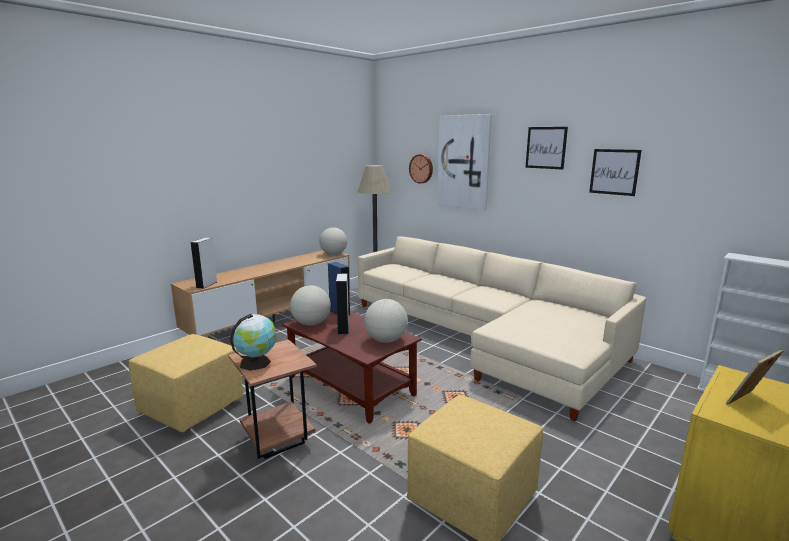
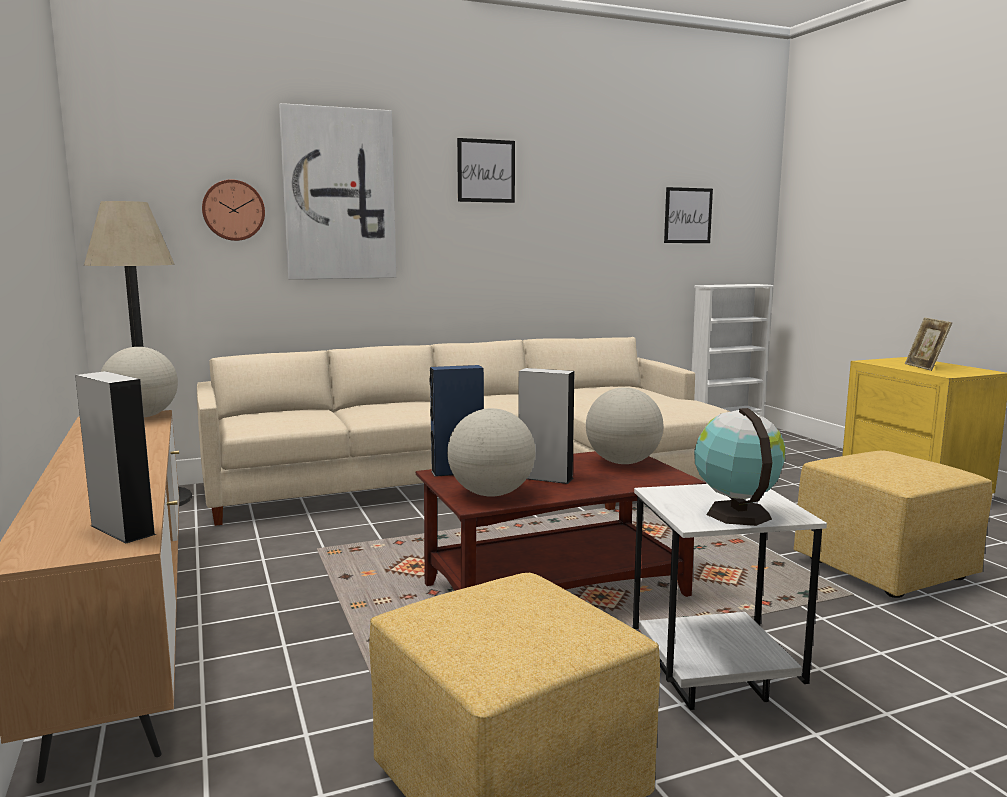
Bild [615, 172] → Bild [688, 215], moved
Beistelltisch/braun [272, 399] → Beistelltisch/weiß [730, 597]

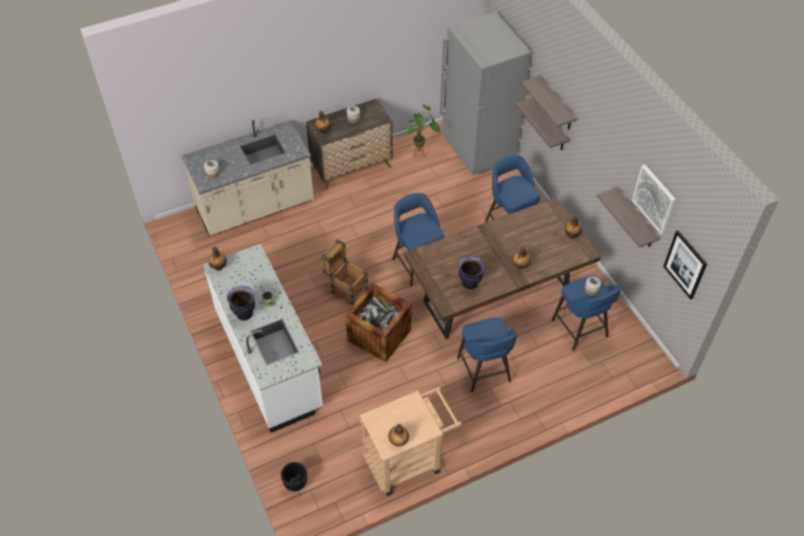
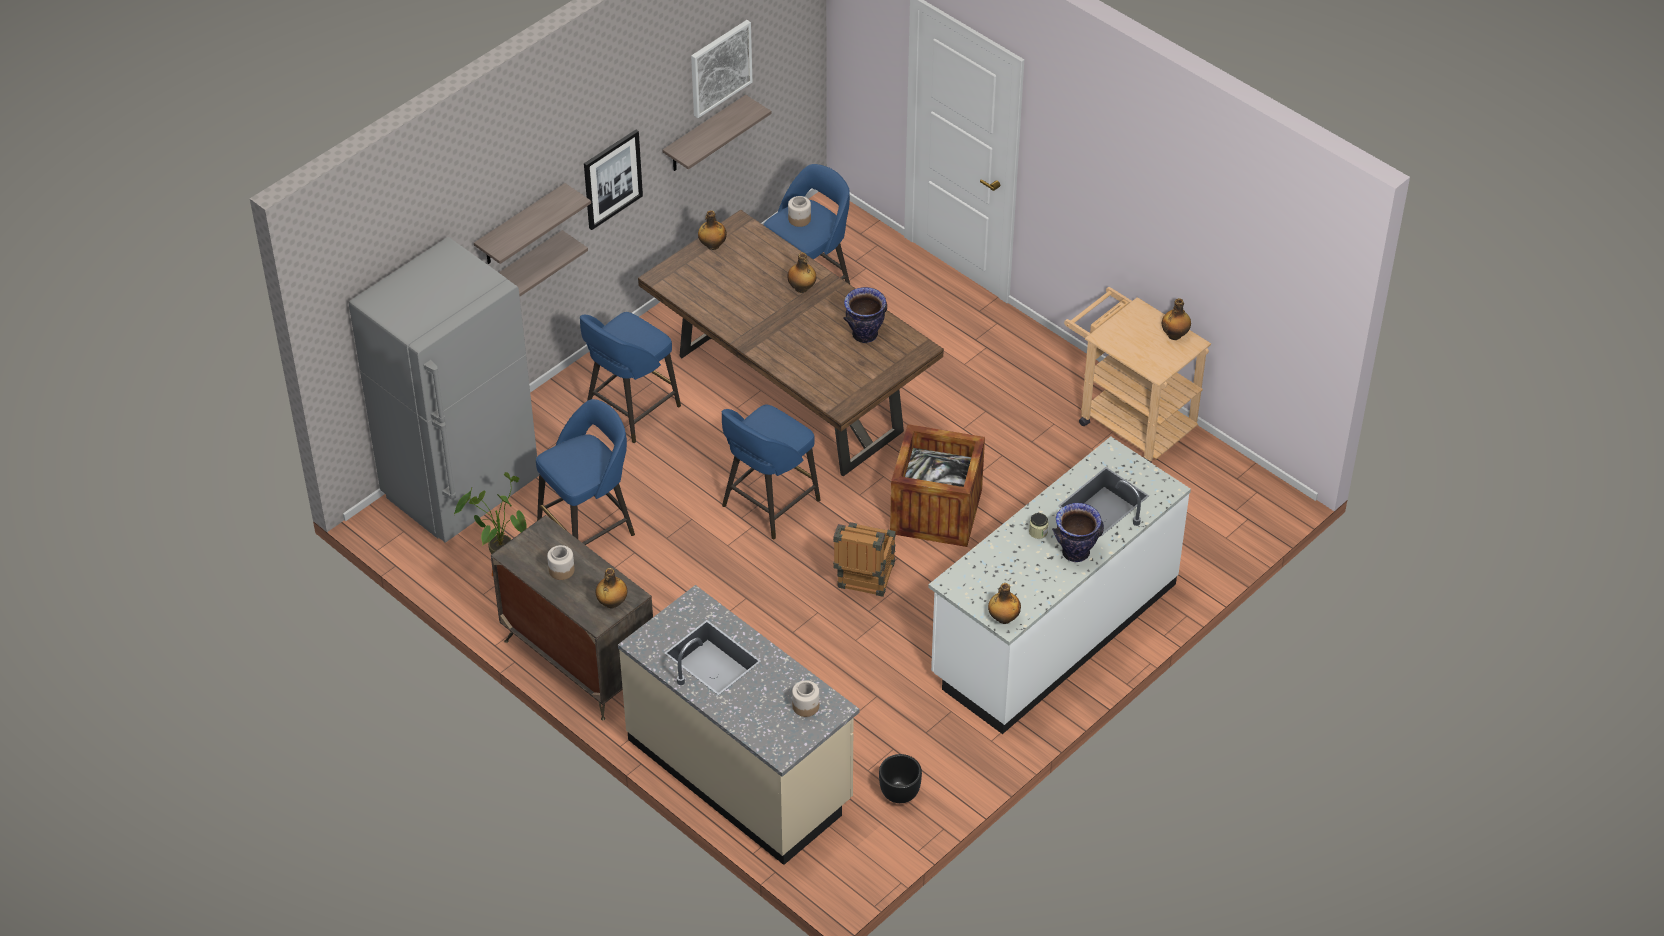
Bild [685, 265] → Bild [613, 180], moved
Hocker/blau [487, 355] → Hocker/blau [585, 472], moved
Pflanzkübel/schwarz [294, 476] → Pflanzkübel/schwarz [900, 778], moved

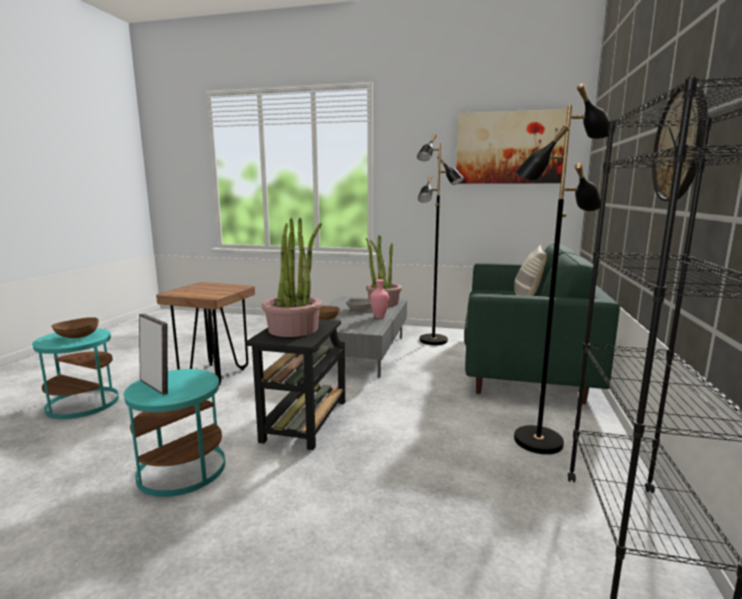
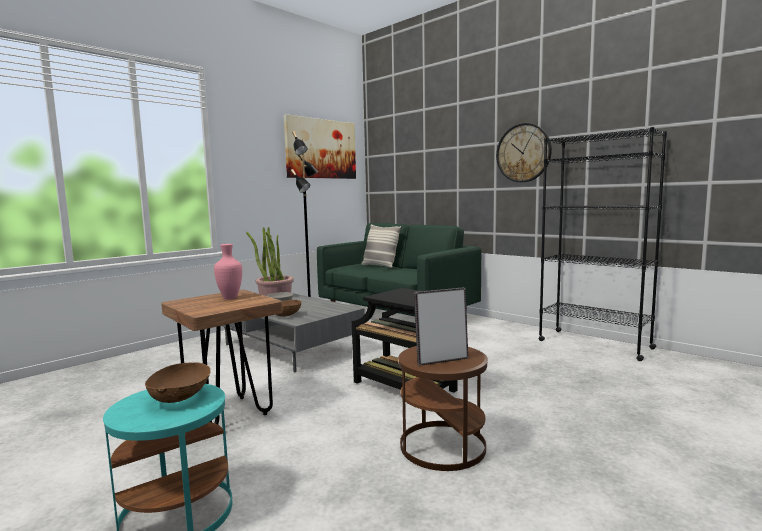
Stehlampe/schwarz [562, 268] → -
Topfpflanze [292, 277] → -
Vase/rosa [379, 298] → Vase/rosa [228, 271], moved
Beistelltisch/türkis [174, 433] → Beistelltisch/braun [443, 408]

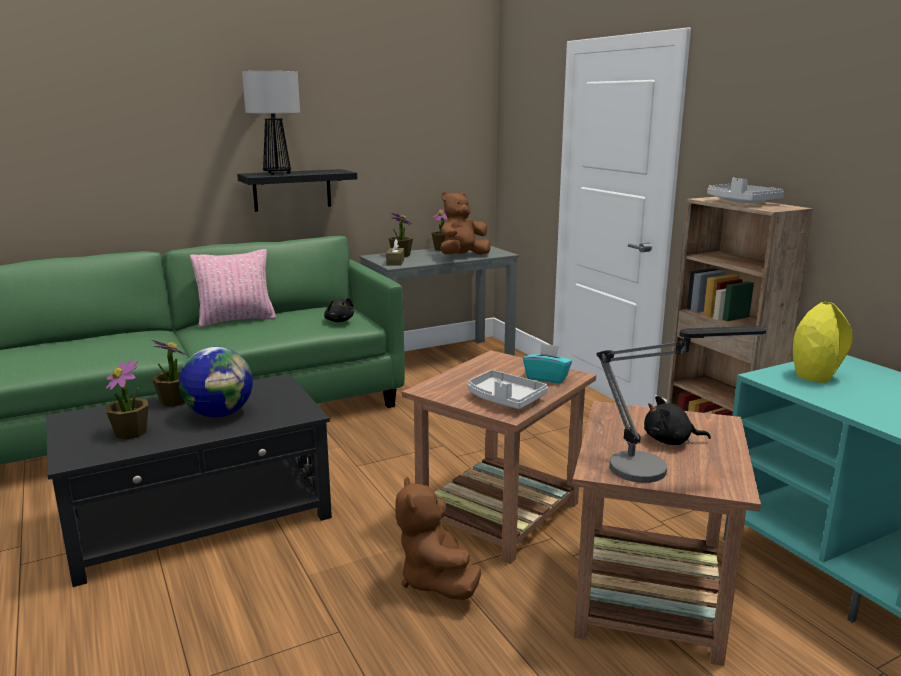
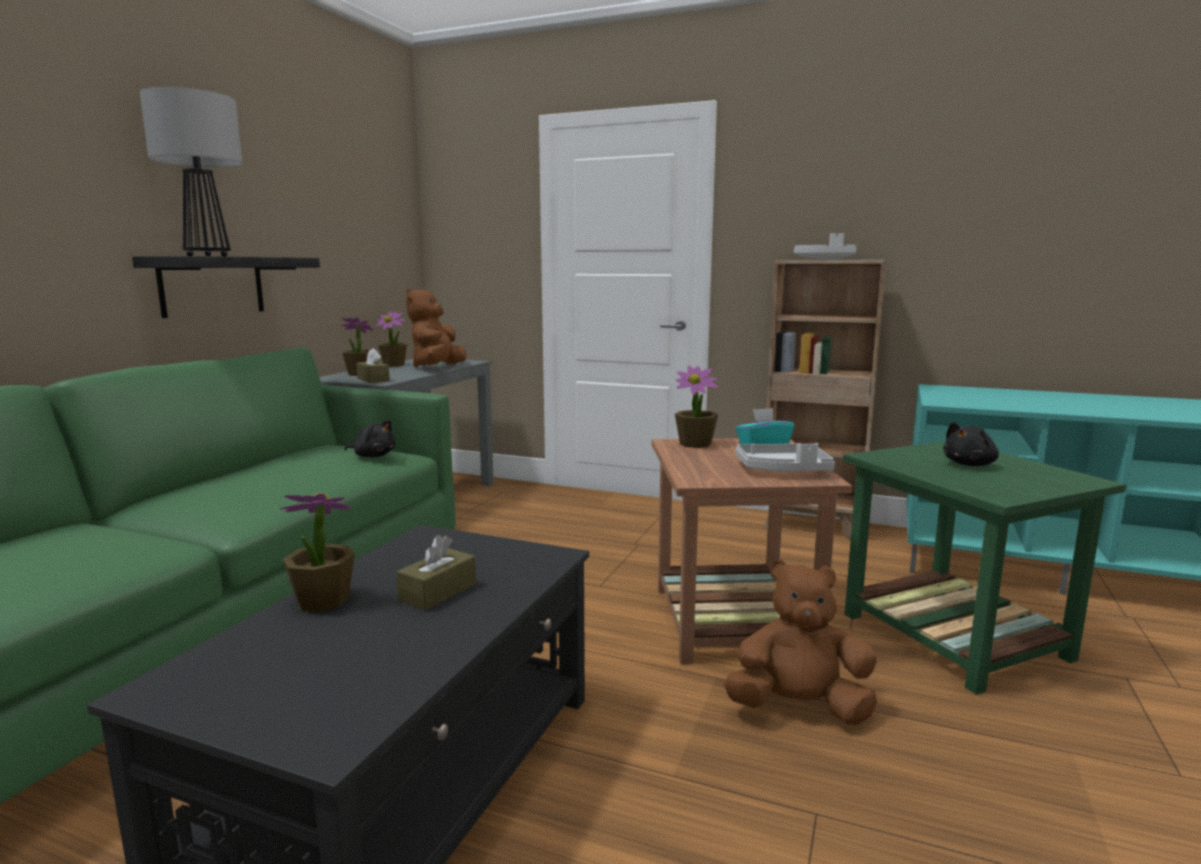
Kissen/rosa [233, 288] → -
Vase/gelb [823, 342] → -
Tischlampe [681, 404] → -
Globus [216, 382] → Taschentuchbox/braun [436, 572]
Topfpflanze [127, 399] → Topfpflanze [696, 407], moved
Beistelltisch/braun [666, 533] → Beistelltisch/grün [984, 568]
Plüschtier/braun [438, 538] → Plüschtier/braun [800, 642], 150 degrees clockwise

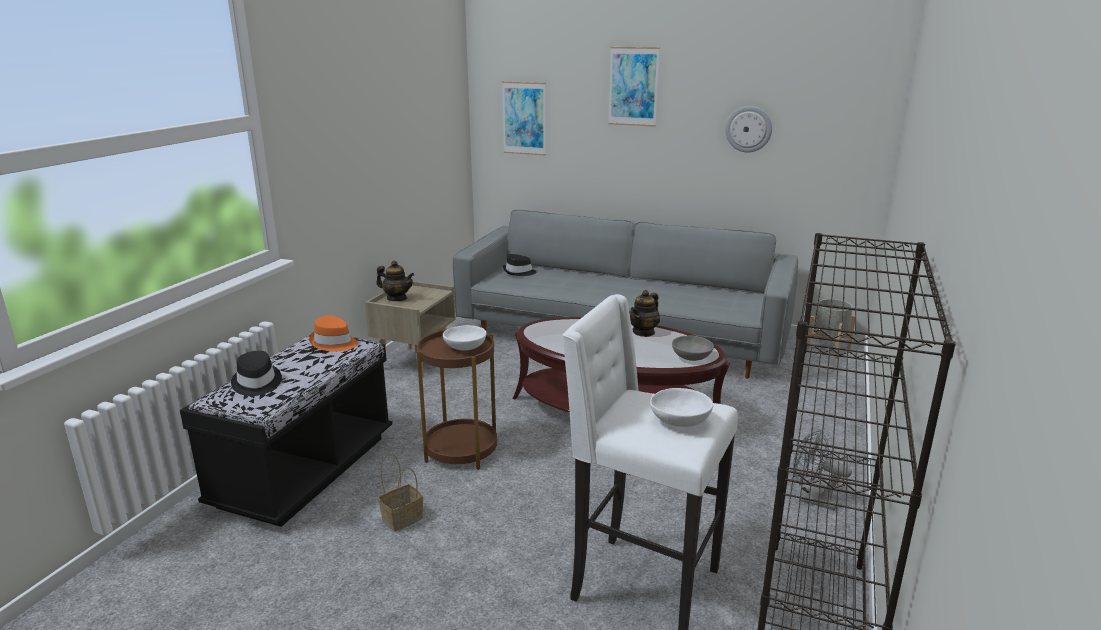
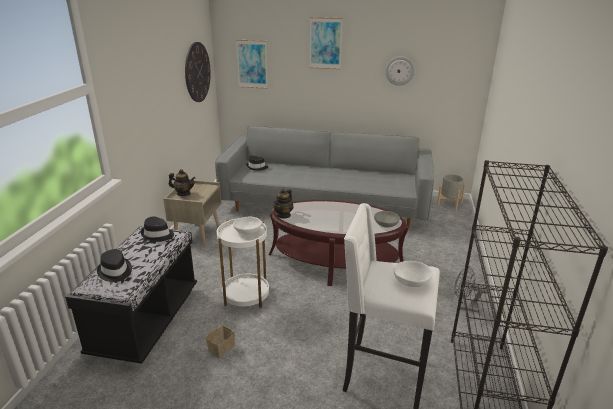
Teekanne [644, 313] → Teekanne [283, 204], moved
Hut/orange [333, 333] → Hut/schwarz [157, 229]
Beistelltisch/braun [457, 399] → Beistelltisch/weiß [243, 263]
- → Wanduhr [198, 72]

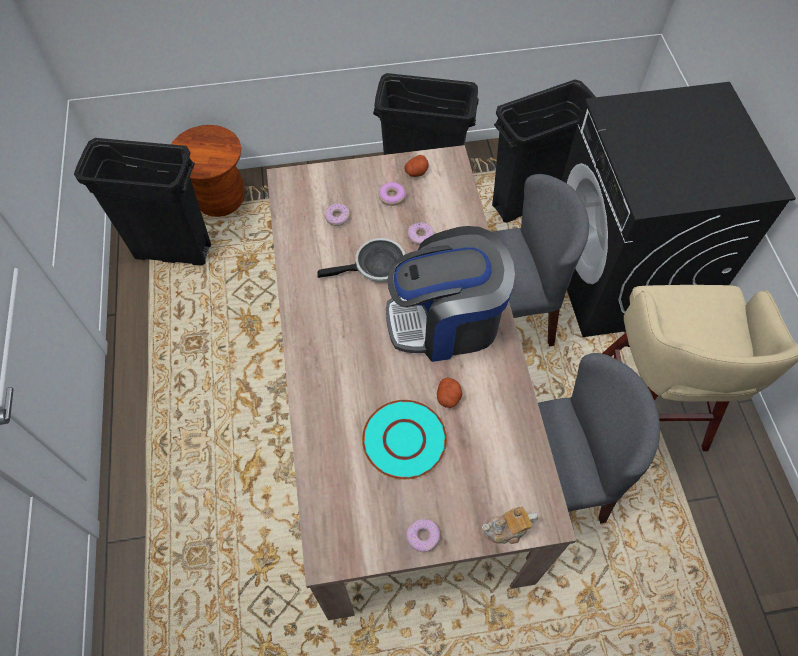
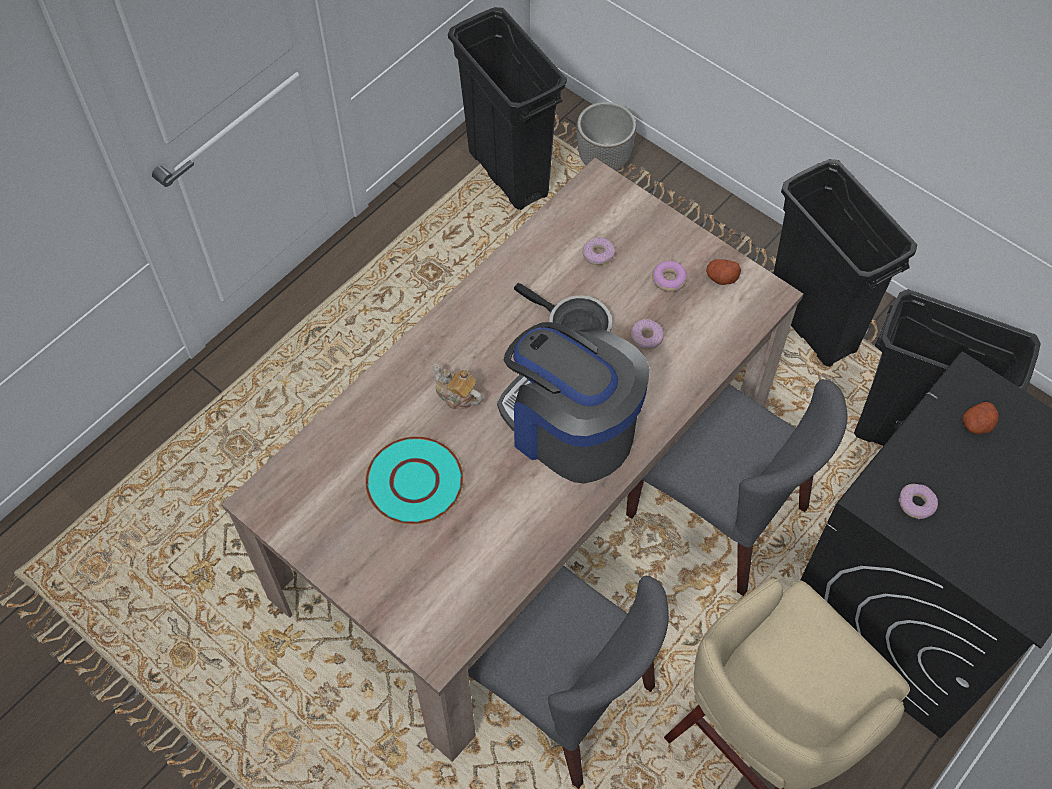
Hocker/braun [207, 171] → Pflanzkübel [606, 136]
Kartoffel [449, 392] → Kartoffel [980, 418], moved
Teekanne [510, 525] → Teekanne [457, 386], moved
Donut [423, 535] → Donut [918, 501], moved

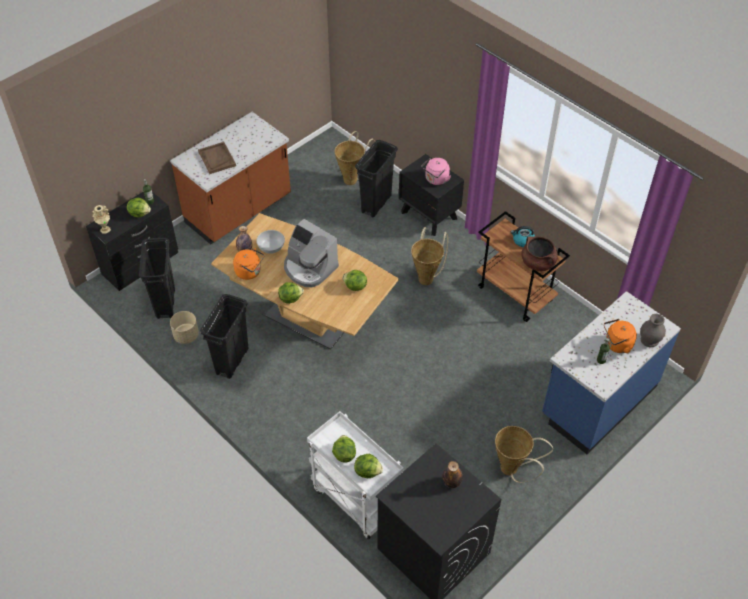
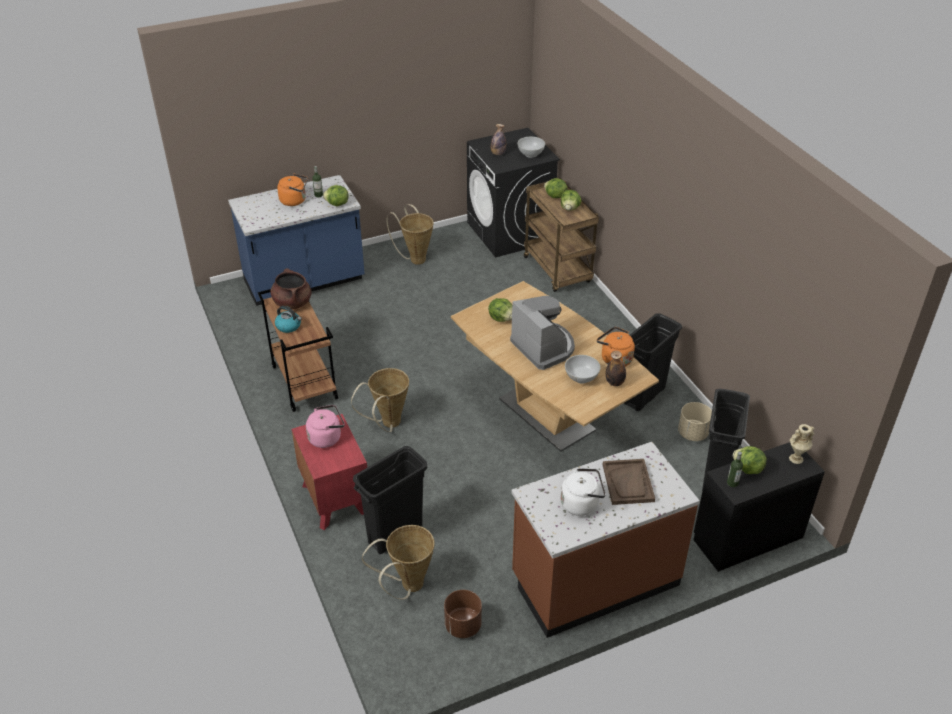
Nachttisch/schwarz [431, 195] → Nachttisch/rot [329, 472]
Salatkopf [291, 293] → Salatkopf [336, 195], moved
Vase/grau [653, 330] → -
Rollwagen/weiß [355, 475] → Rollwagen/braun [561, 235]
- → Schüssel/weiß [531, 147]
- → Wasserkessel/weiß [583, 492]
- → Pflanzkübel/braun [463, 614]

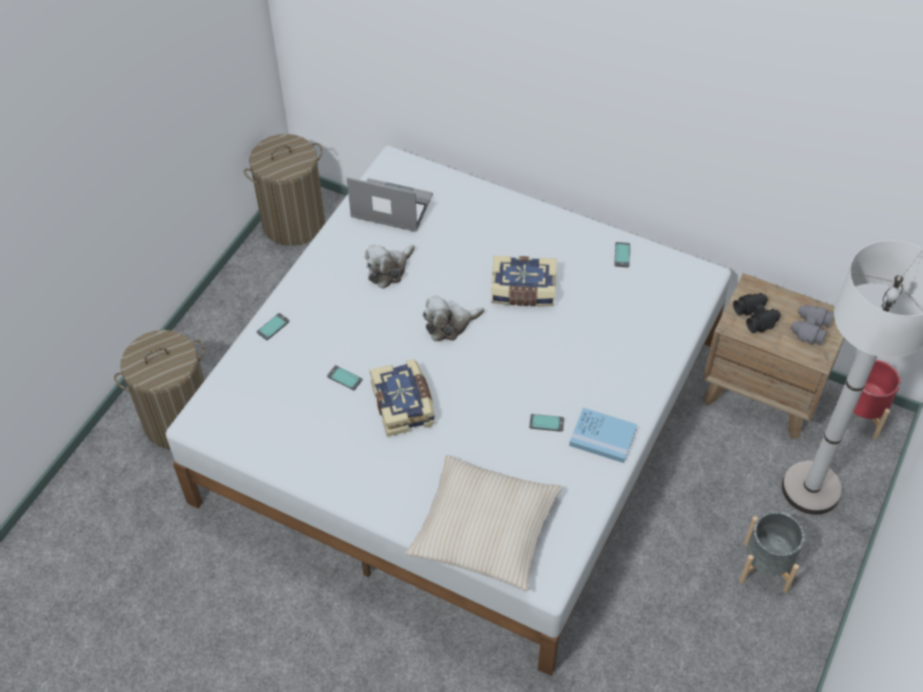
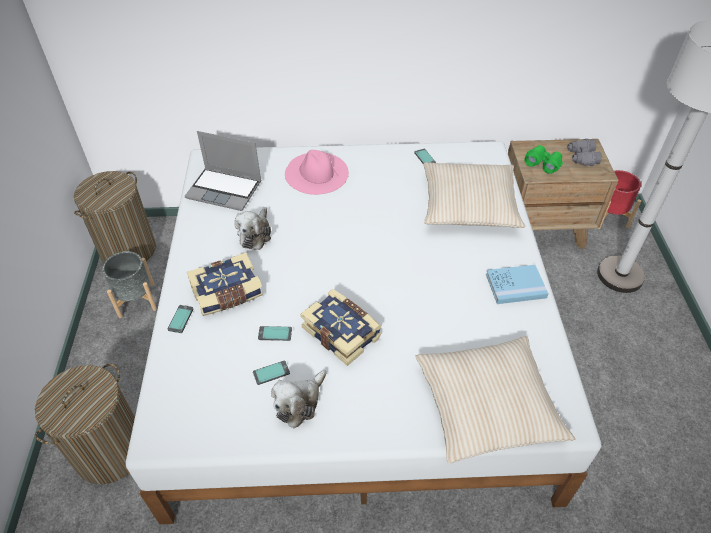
Laptop [390, 204] → Laptop [223, 171], 150 degrees counterclockwise
Buch [524, 281] → Buch [225, 284], moved
Fernglas/schwarz [757, 313] → Fernglas/grün [544, 159]
Plüschtier [453, 318] → Plüschtier [298, 399], moved
Handy [546, 423] → Handy [271, 373], moved
Pflanzkübel/grau [772, 552] → Pflanzkübel/grau [129, 284], moved
- → Hut/rosa [317, 172]
- → Kissen/beige [474, 195]

